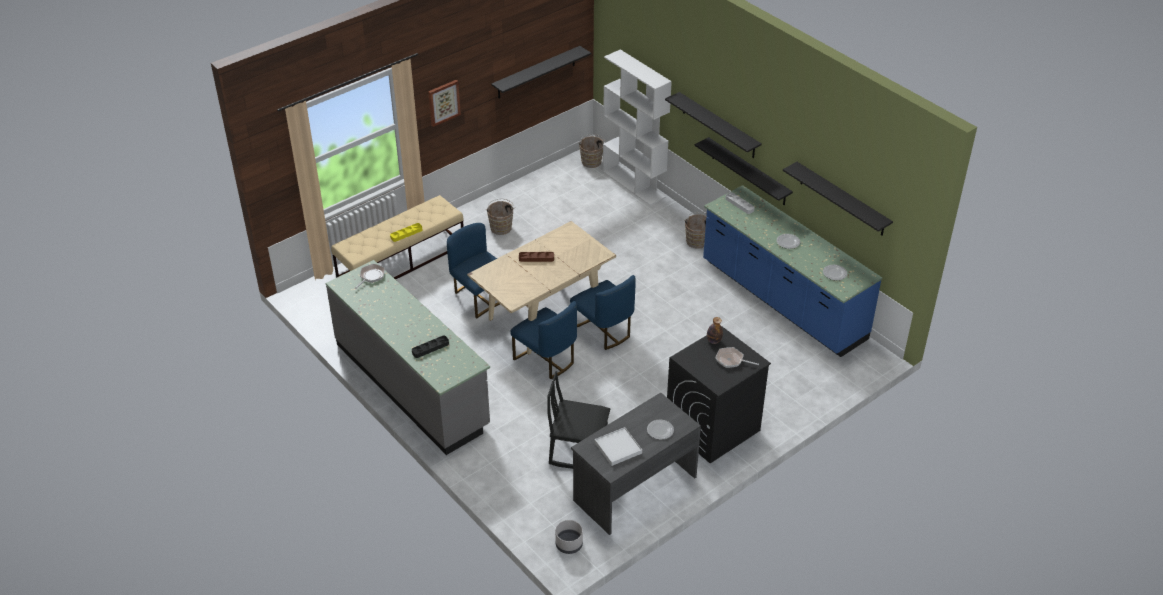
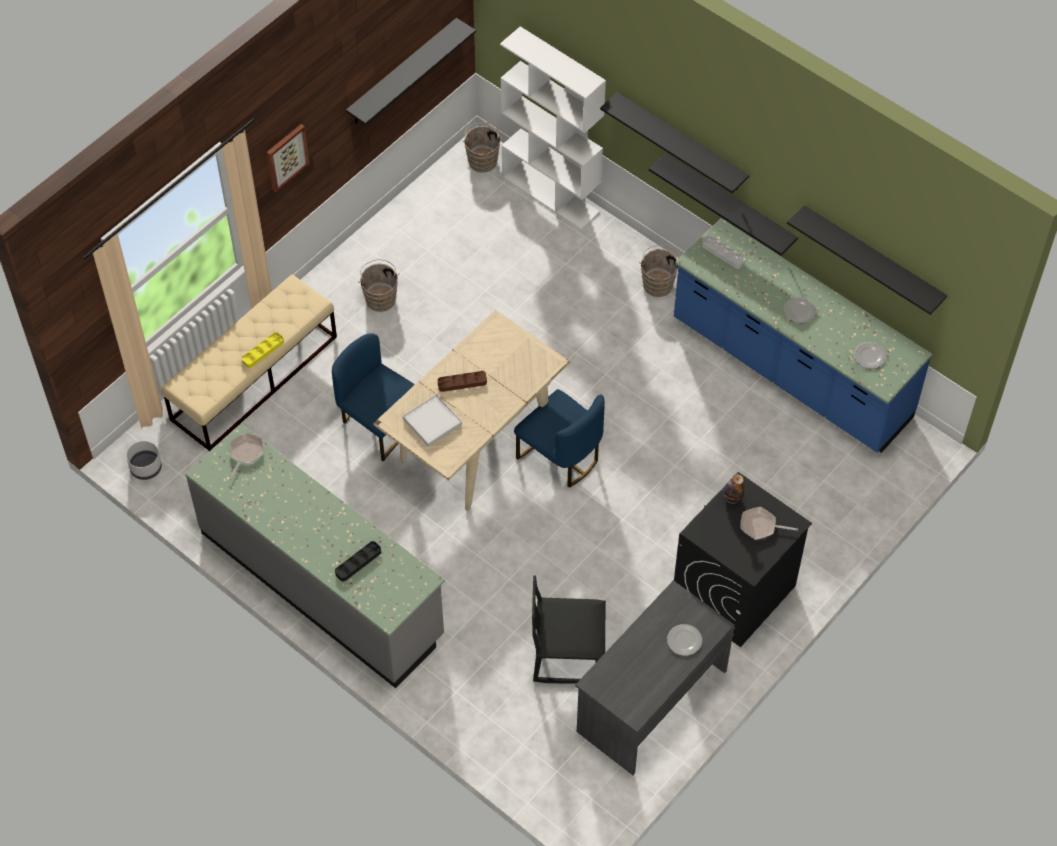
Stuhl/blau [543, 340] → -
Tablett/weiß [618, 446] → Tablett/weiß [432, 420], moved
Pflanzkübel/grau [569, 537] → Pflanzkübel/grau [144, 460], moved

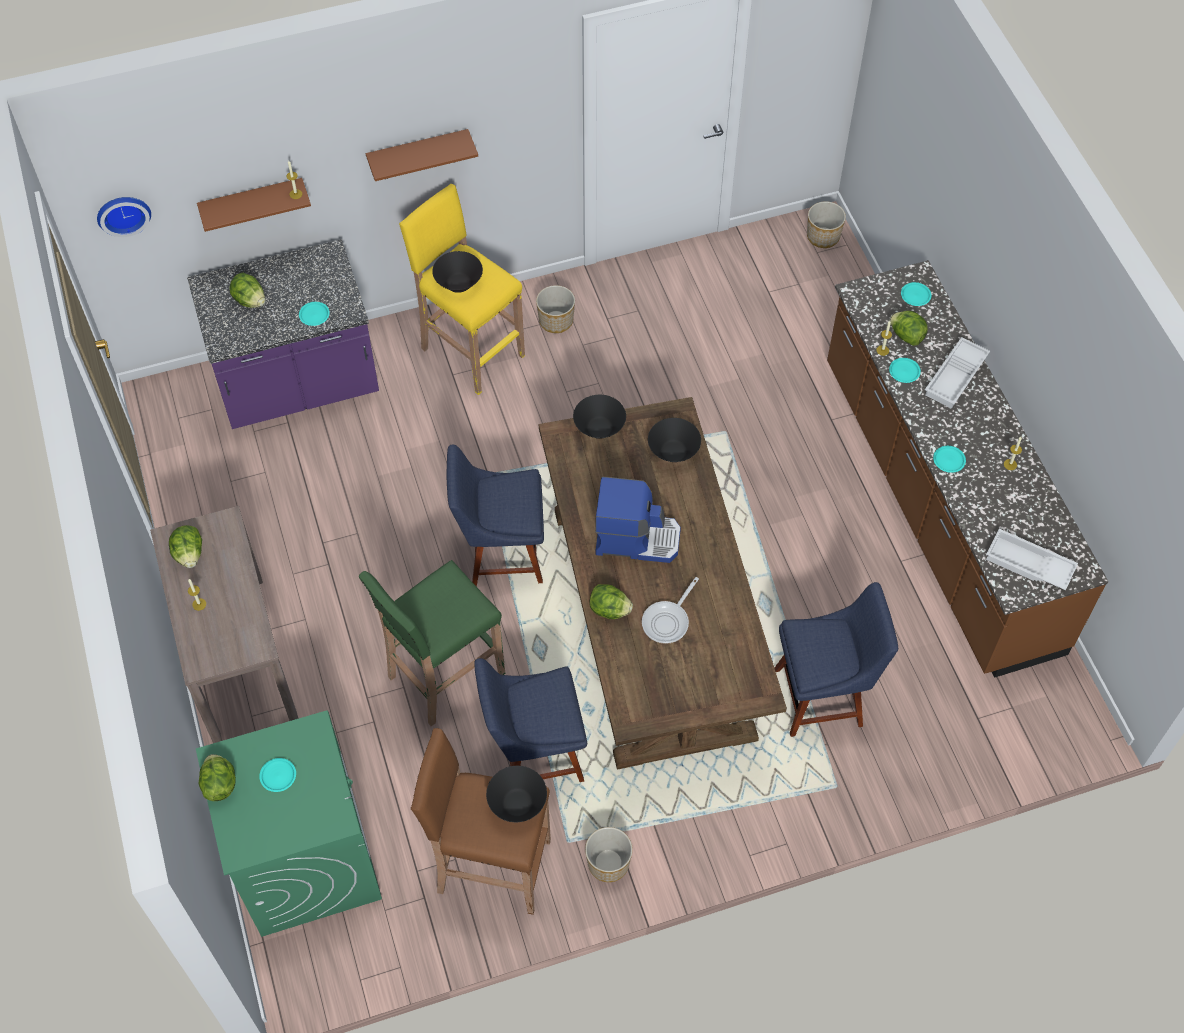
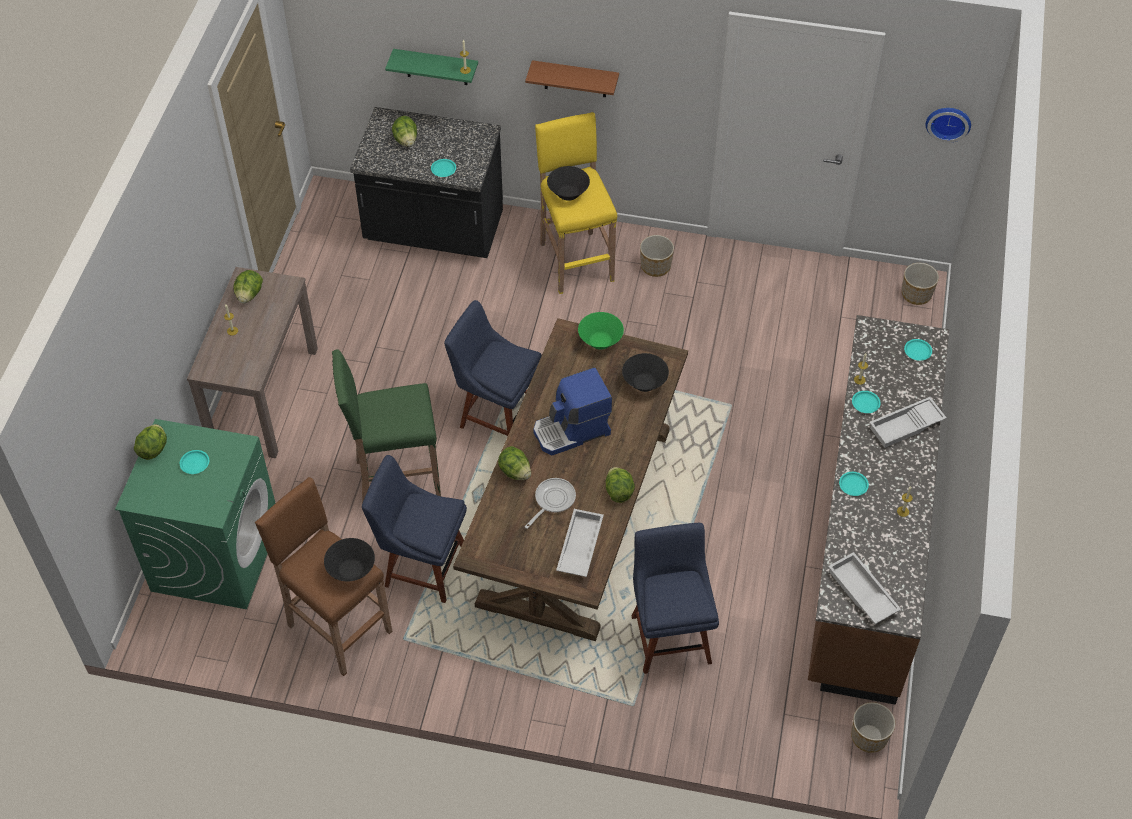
Wandregal/braun [254, 205] → Wandregal/grün [431, 67]
Wanduhr [124, 217] → Wanduhr [948, 125], moved
Küchenzeile/lila [283, 334] → Küchenzeile/schwarz [426, 182]
Salatkopf [909, 328] → Salatkopf [620, 485], moved
Schüssel/schwarz [599, 417] → Schüssel/grün [601, 330]
Kaffeemaschine [638, 520] → Kaffeemaschine [572, 411], 120 degrees clockwise
Pfanne [670, 610] → Pfanne [550, 503], 150 degrees clockwise
Stuhl/blau [836, 659] → Stuhl/blau [675, 598], 120 degrees counterclockwise
Pflanzkübel [609, 854] → Pflanzkübel [873, 727], moved
- → Tablett/weiß [580, 543]

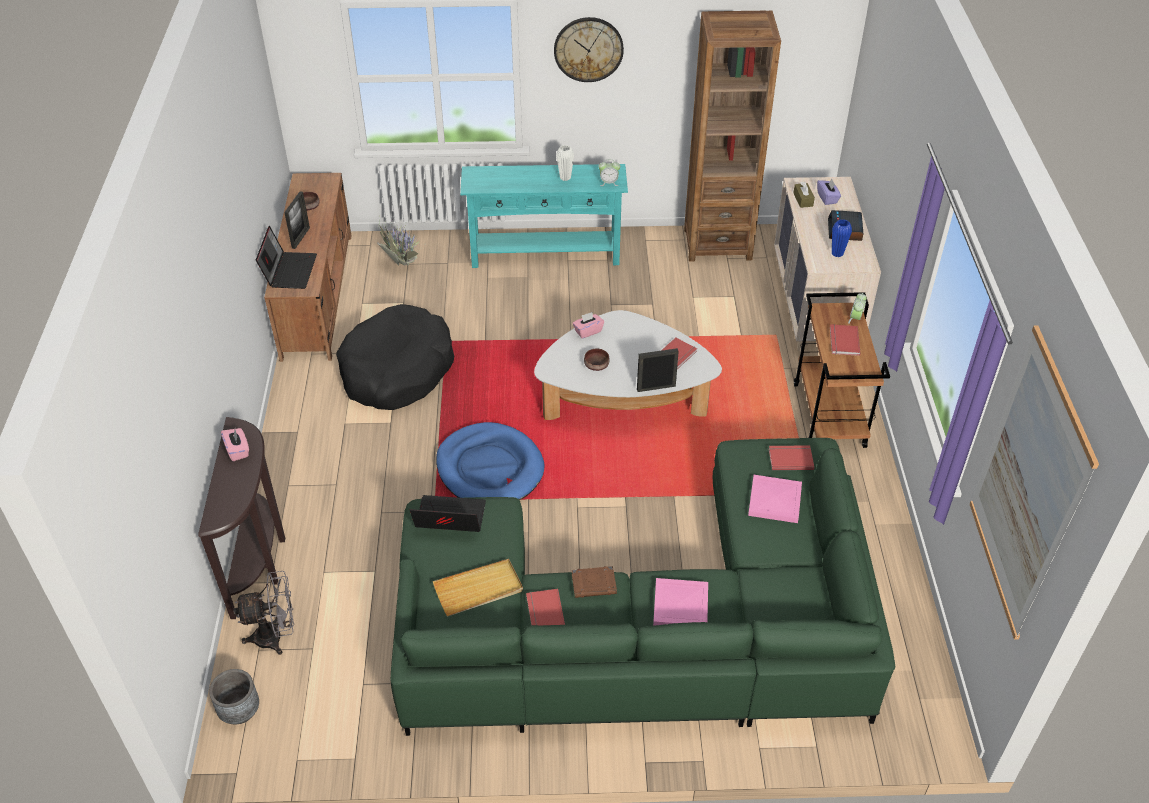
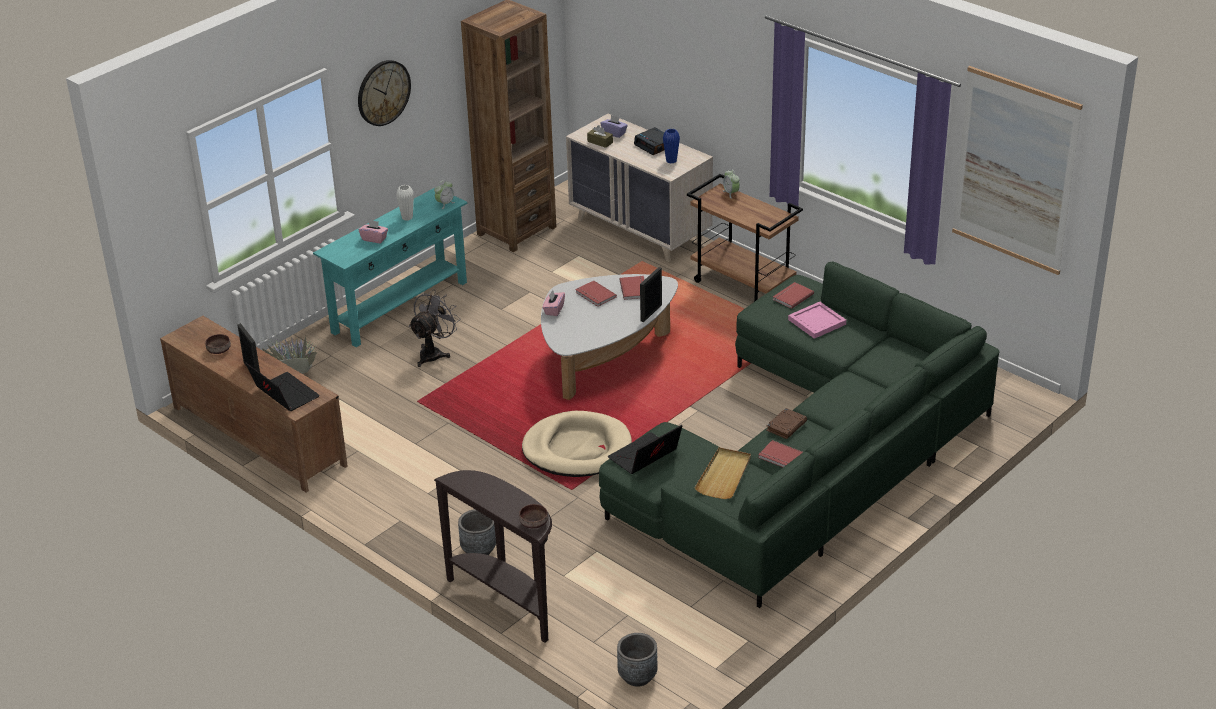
Hundebett/schwarz [395, 357] → -
Buch/rot [845, 340] → Buch/rot [596, 294], moved
Schüssel/braun [596, 359] → Schüssel/braun [533, 516], moved
Hundebett/blau [490, 461] → Hundebett/beige [577, 444]
Taschentuchbox/rosa [235, 444] → Taschentuchbox/rosa [373, 231], moved
Ventilator/grau [263, 613] → Ventilator/grau [435, 328], moved
Tablett/rosa [680, 602] → -
- → Pflanzkübel/grau [477, 532]

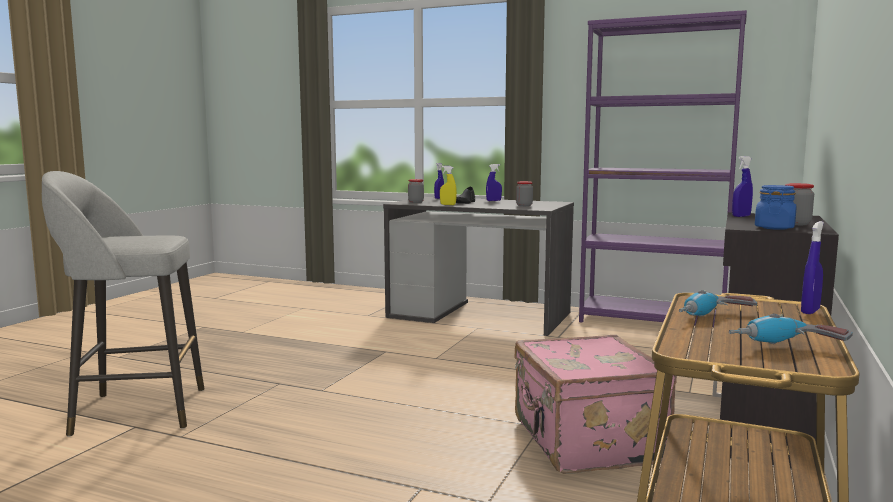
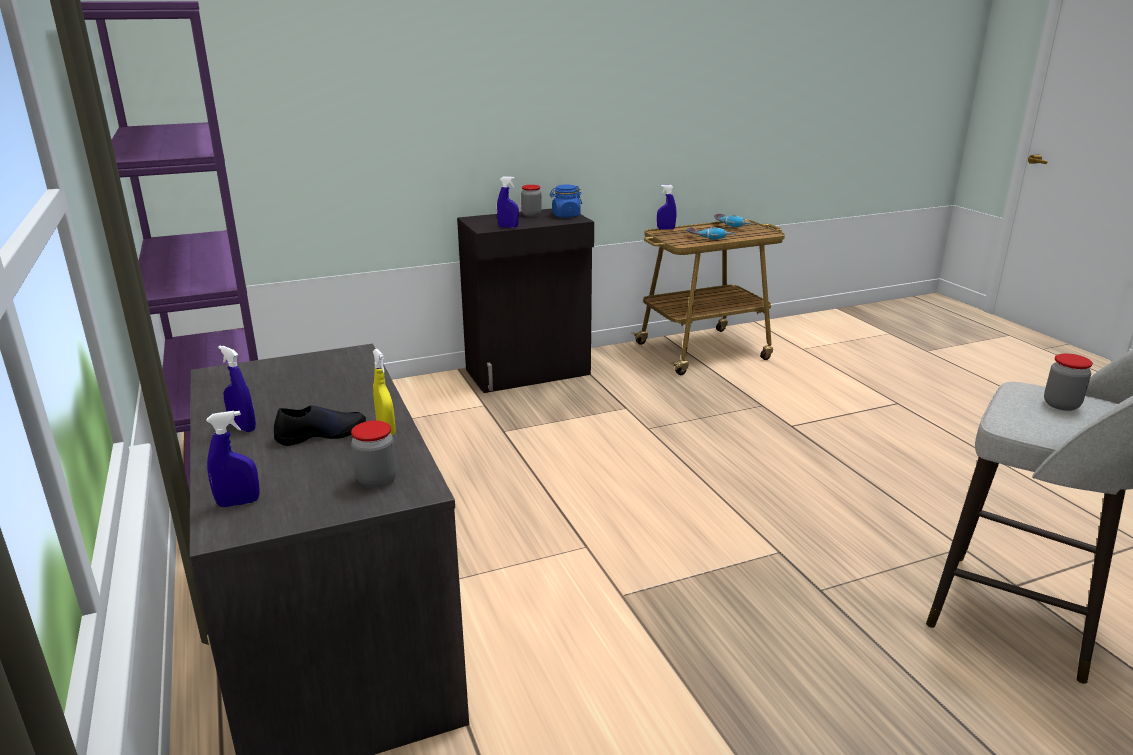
Vorratsglas [524, 193] → Vorratsglas [1068, 382], moved
Koffer/rosa [595, 404] → -

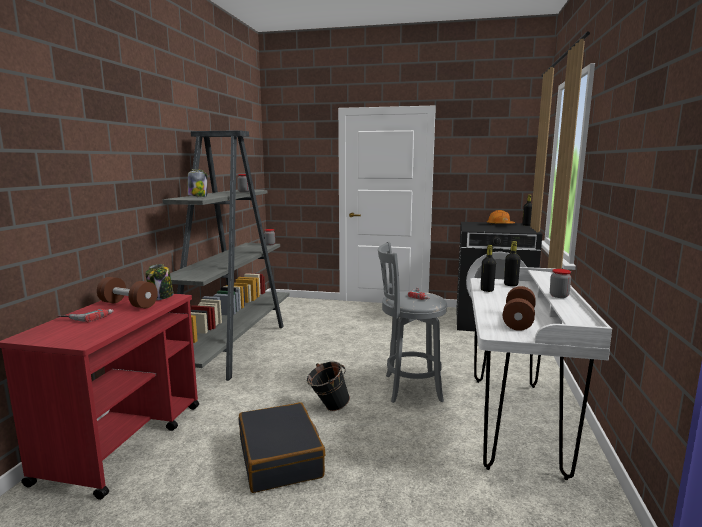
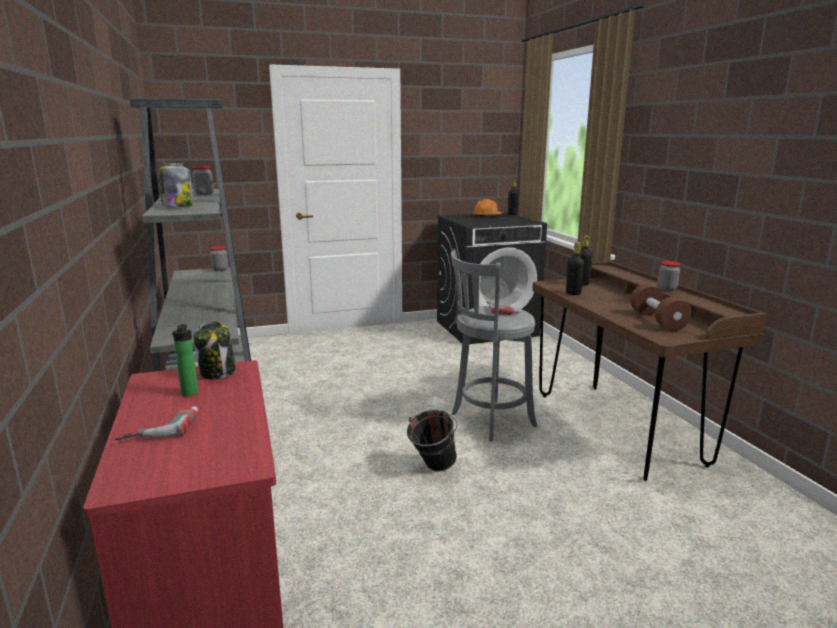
Schreibtisch/weiß [541, 373] → Schreibtisch/braun [649, 371]
Hantel/braun [127, 292] → Flasche [185, 360]
Koffer/schwarz [282, 447] → -

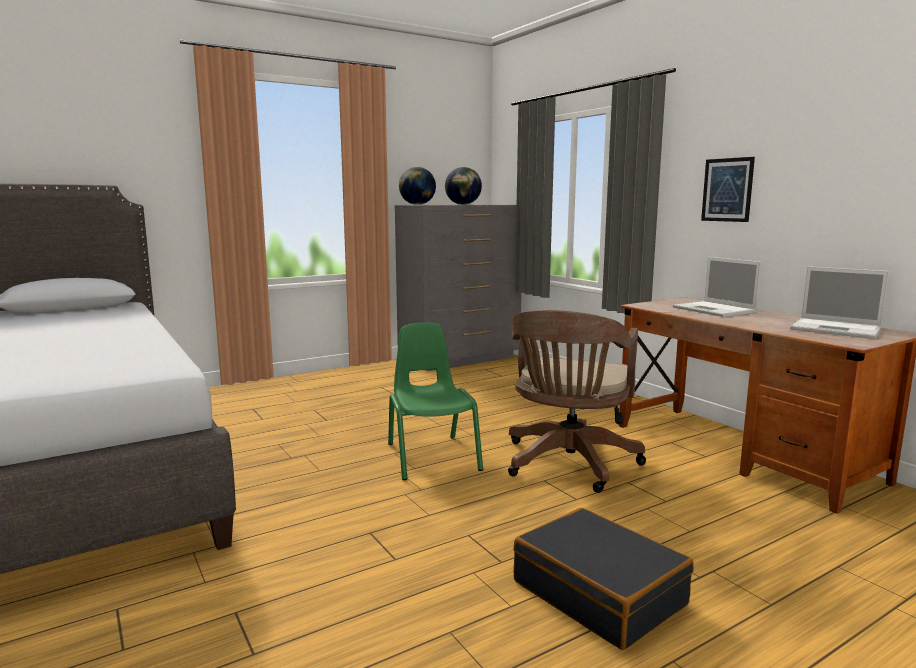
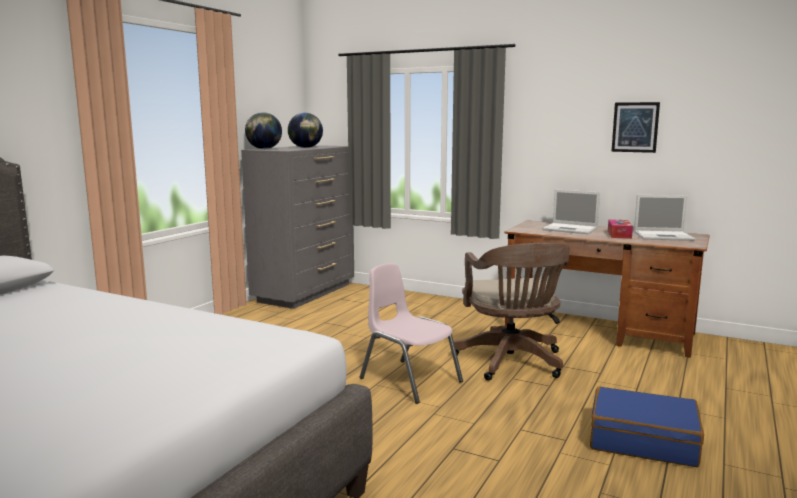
Bild [728, 189] → Bild [636, 127], moved
Stuhl/grün [435, 401] → Stuhl/rosa [411, 333]
Koffer/schwarz [603, 579] → Koffer/blau [647, 427]
- → Taschentuchbox [620, 229]

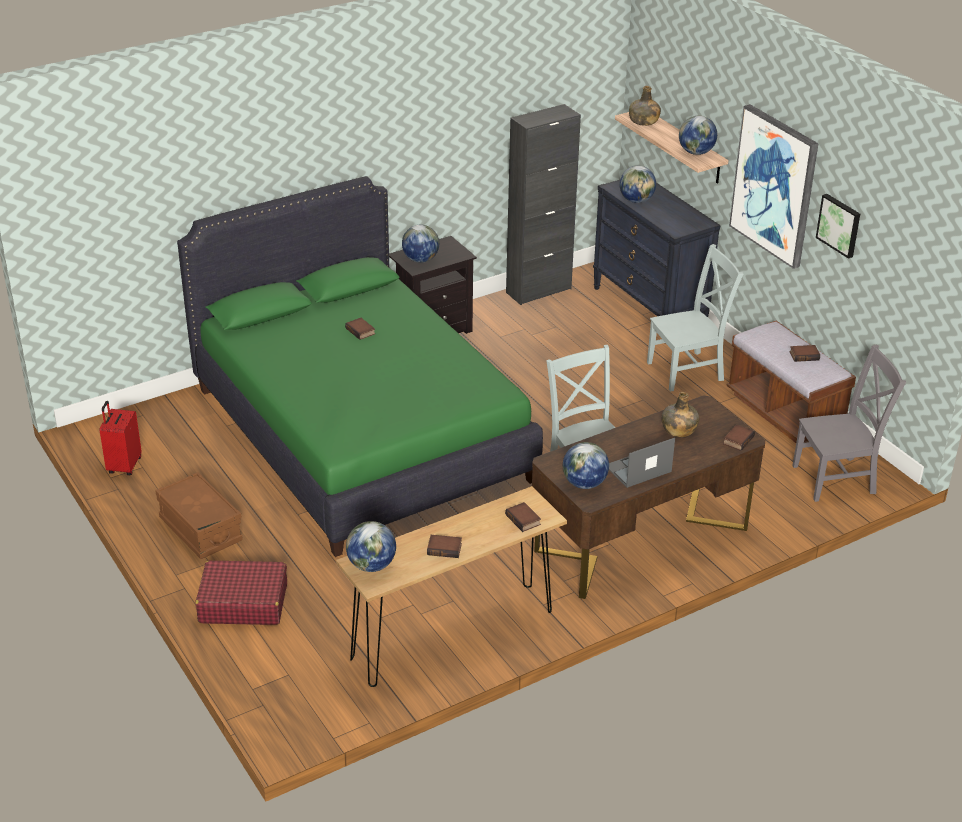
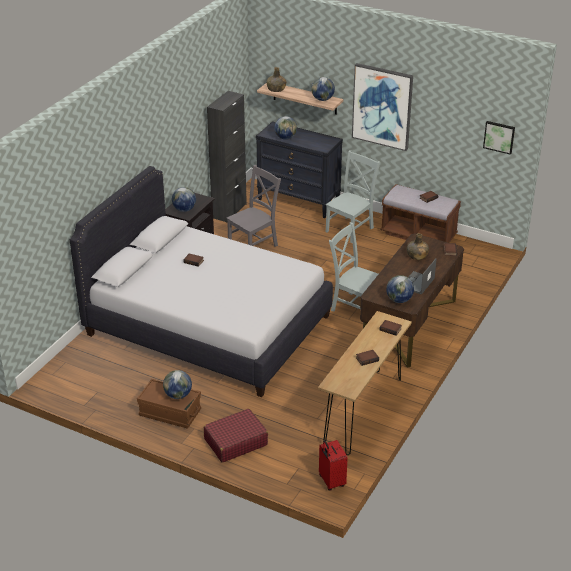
Bett/grün [360, 366] → Bett/weiß [201, 281]
Bild [838, 226] → Bild [499, 138], moved
Stuhl/grau [849, 423] → Stuhl/grau [254, 206], moved
Koffer/rot [121, 438] → Koffer/rot [333, 465], moved
Globus [371, 546] → Globus [177, 384], moved

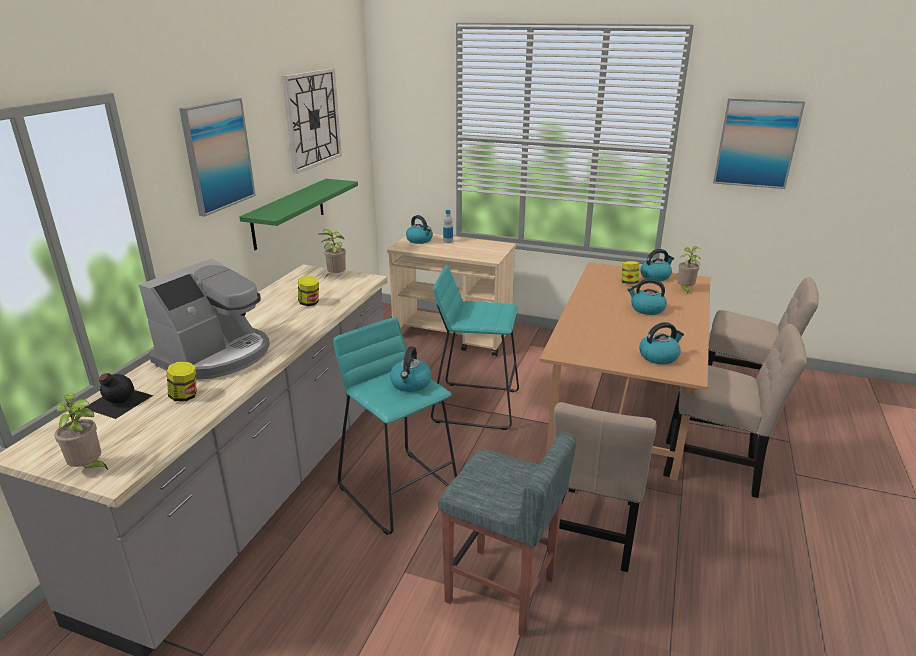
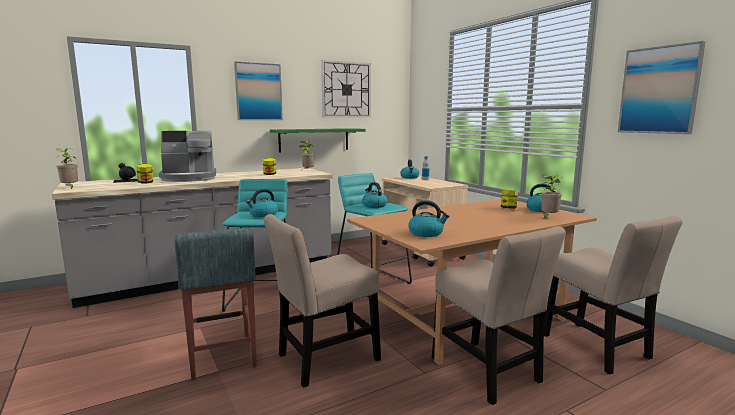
Wasserkessel [647, 297] → Wasserkessel [374, 195], moved

